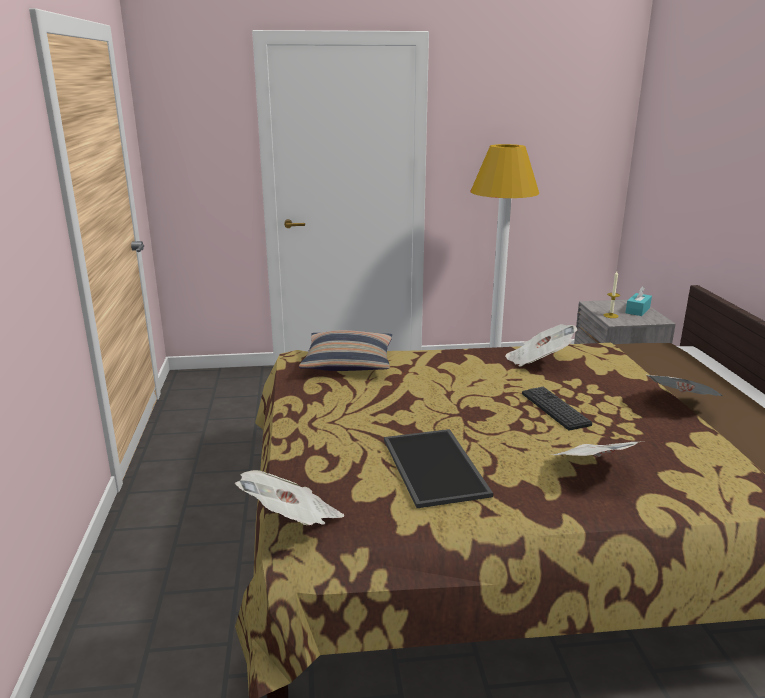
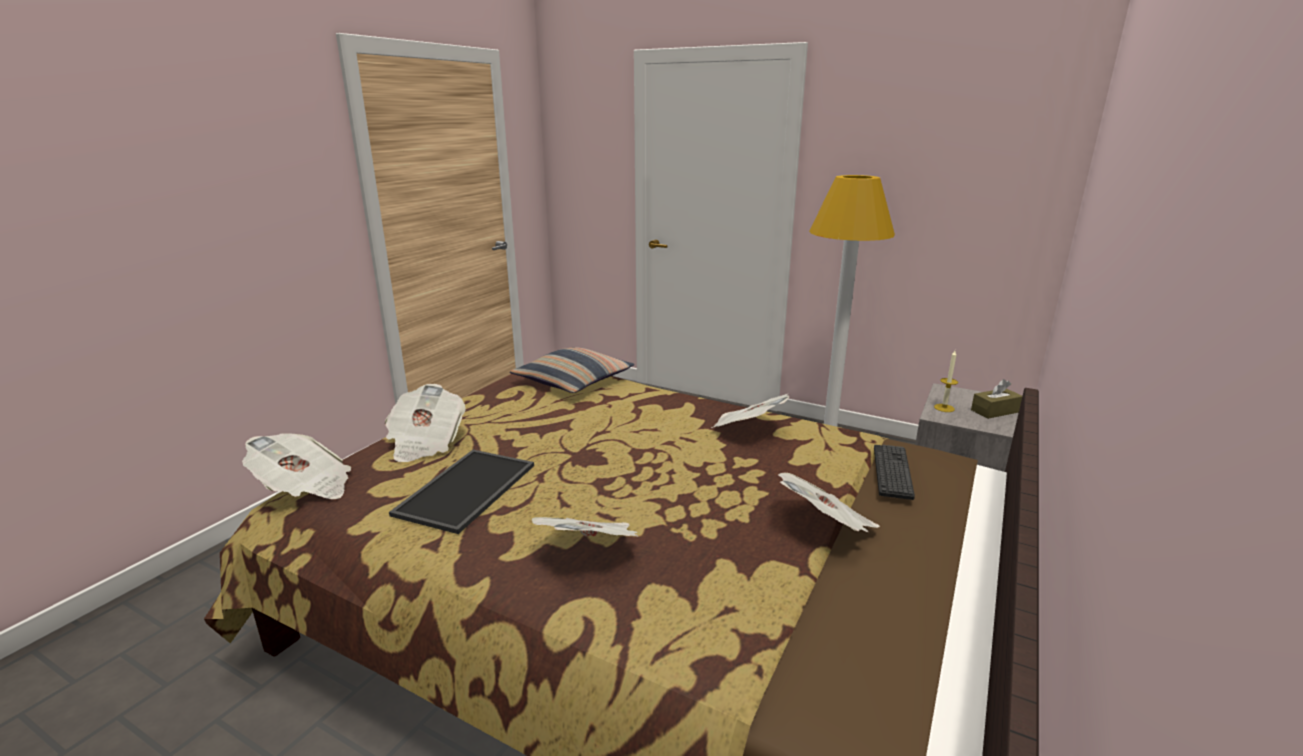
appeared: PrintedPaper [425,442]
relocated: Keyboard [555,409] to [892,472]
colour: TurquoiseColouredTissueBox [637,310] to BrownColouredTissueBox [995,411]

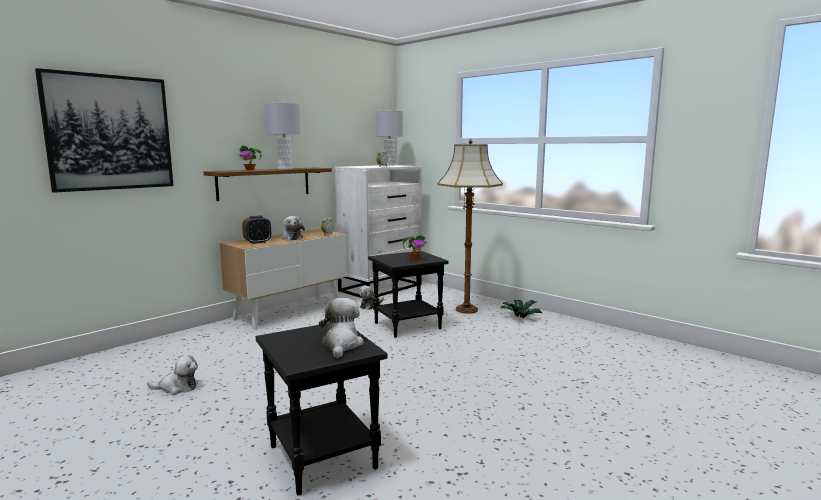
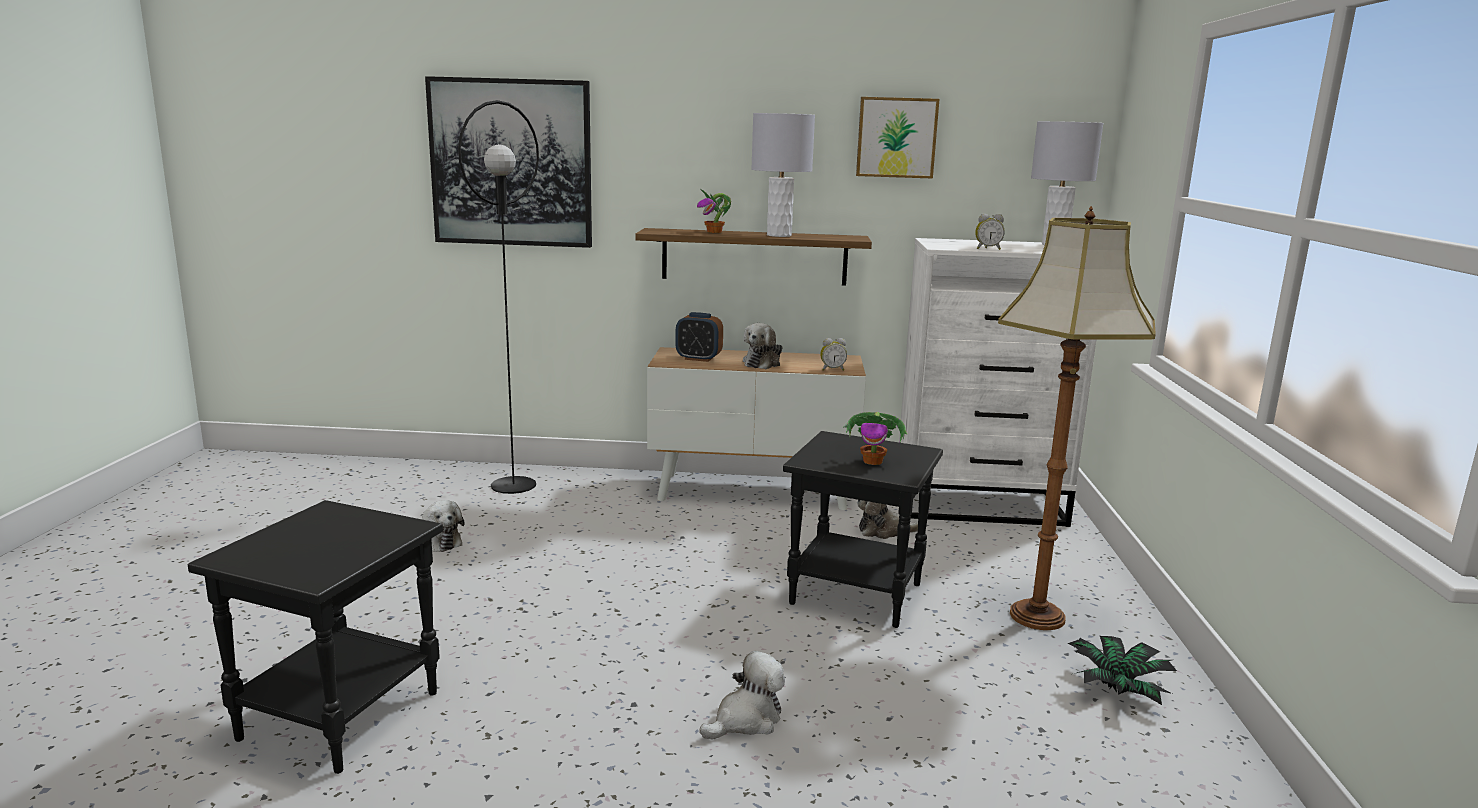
appeared: WallPicture [896,137]; BlackFloorLamp [513,485]
relocated: SoftToy [341,345] to [746,720]

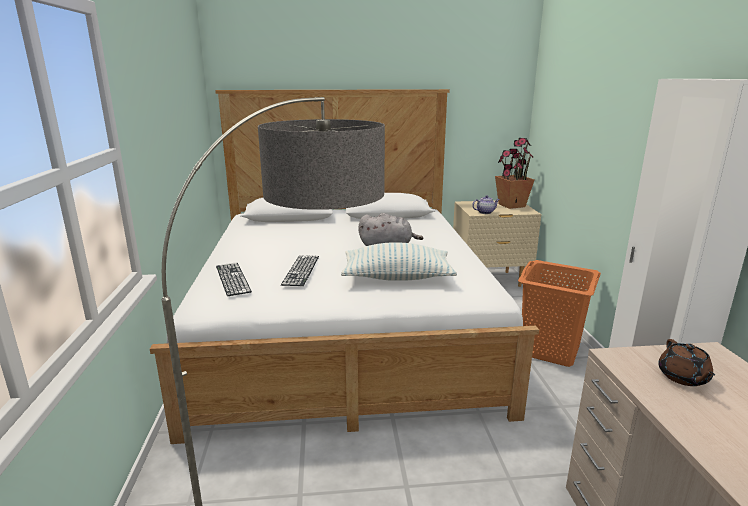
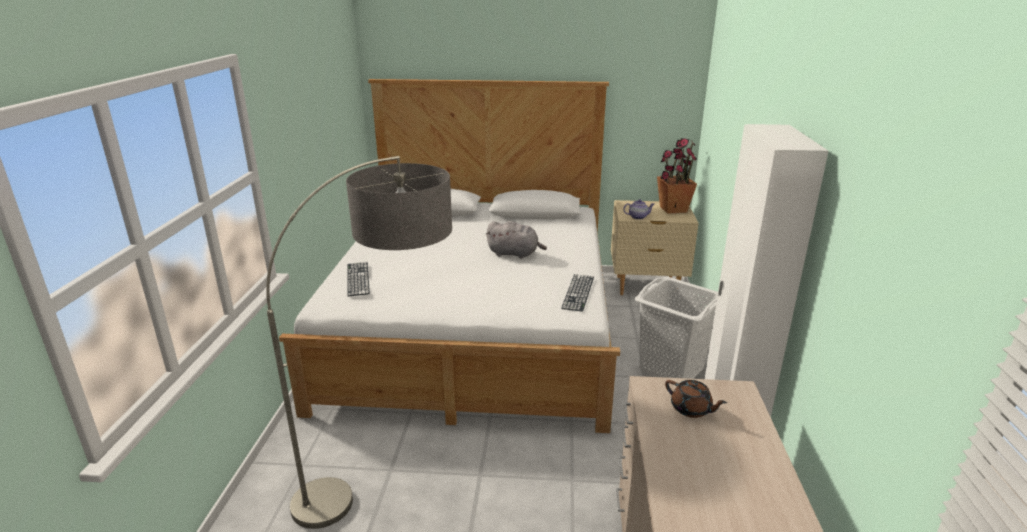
missing: Cushion [397,277]
relocated: Keyboard [301,270] to [578,292]
colour: OrangeyHamper [550,350] to WhiteHamper [671,369]
spun: BrownColouredPotForTea [683,377] = [691,409] 60 degrees counterclockwise

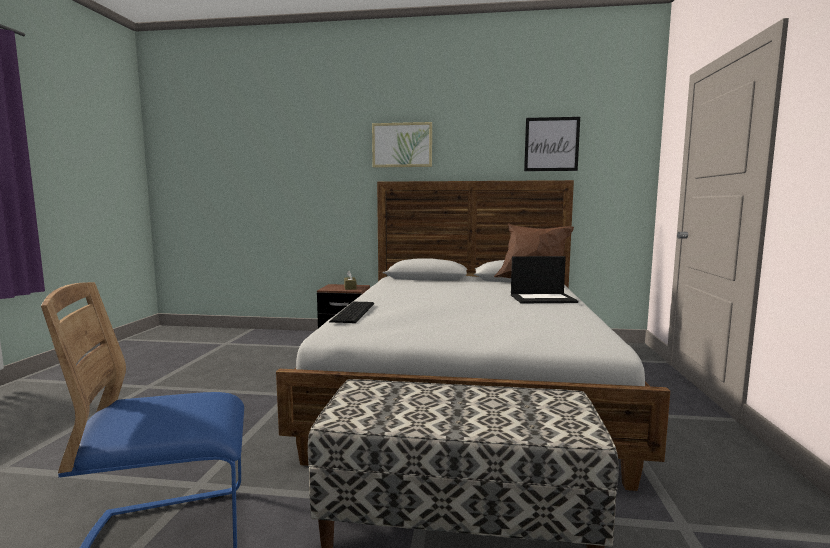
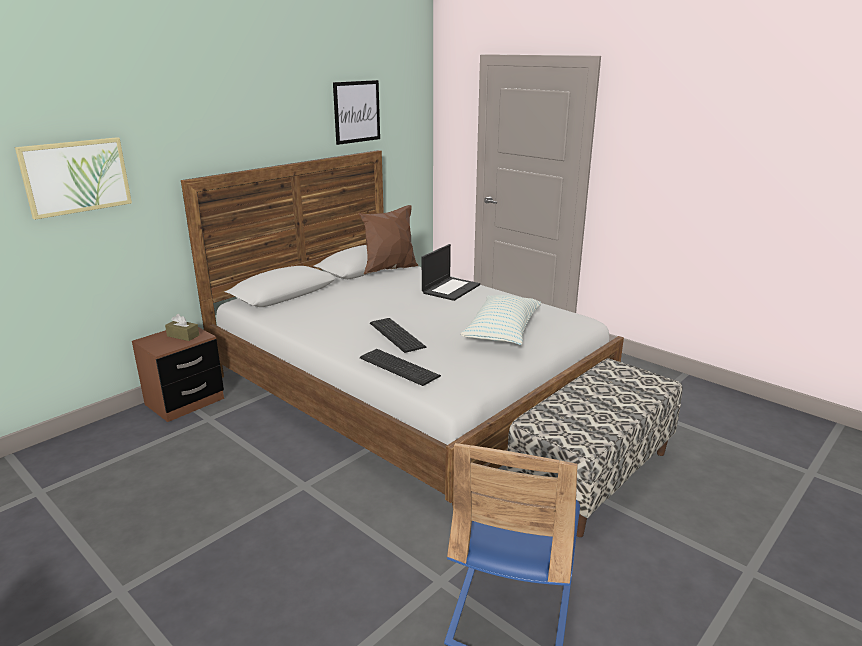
appeared: Cushion [502,332]; Keyboard [396,335]
relocated: WallPicture [402,145] to [76,176]

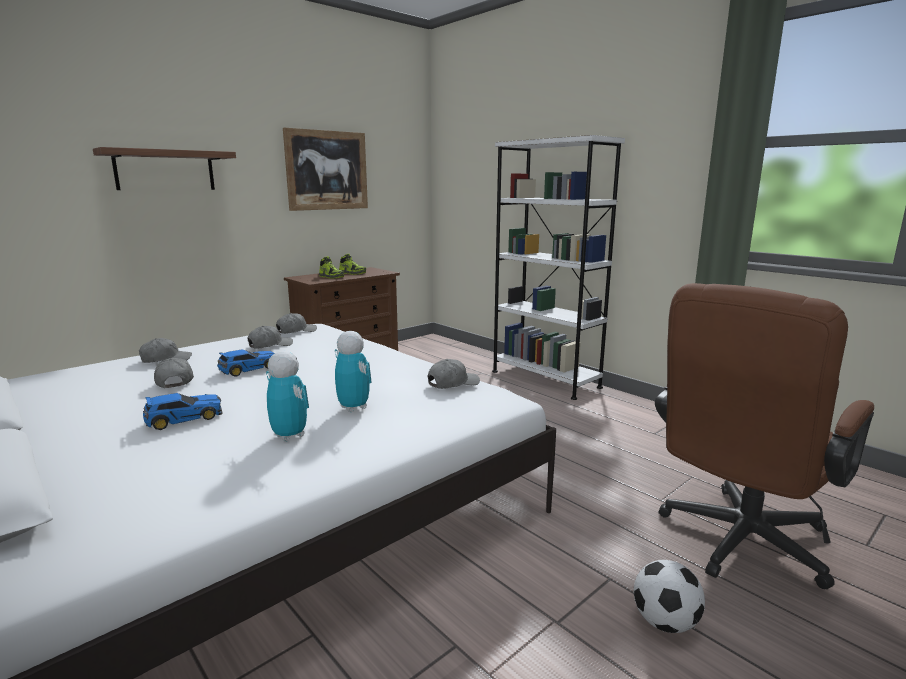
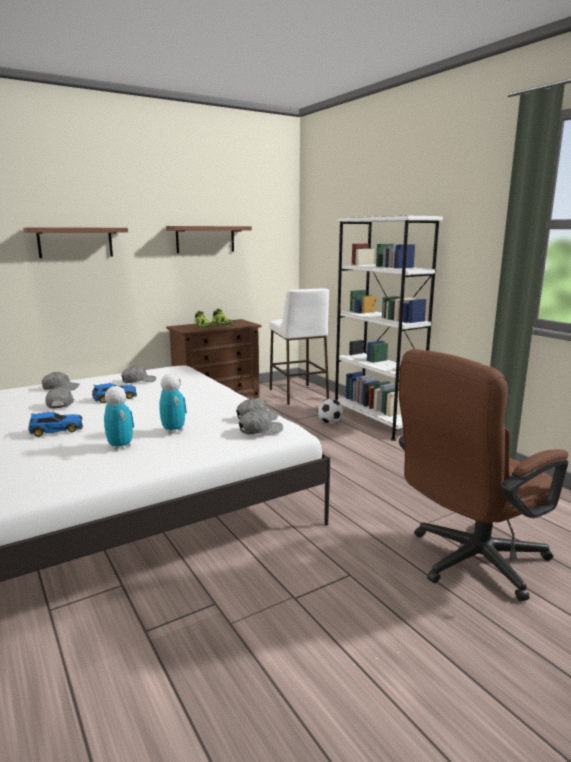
appeared: WhiteStool [298,394]
relocated: GrayCap [296,331] to [260,430]; Football [665,622] to [330,423]
exchanged: WallPicture [327,170] to Shelf [205,239]

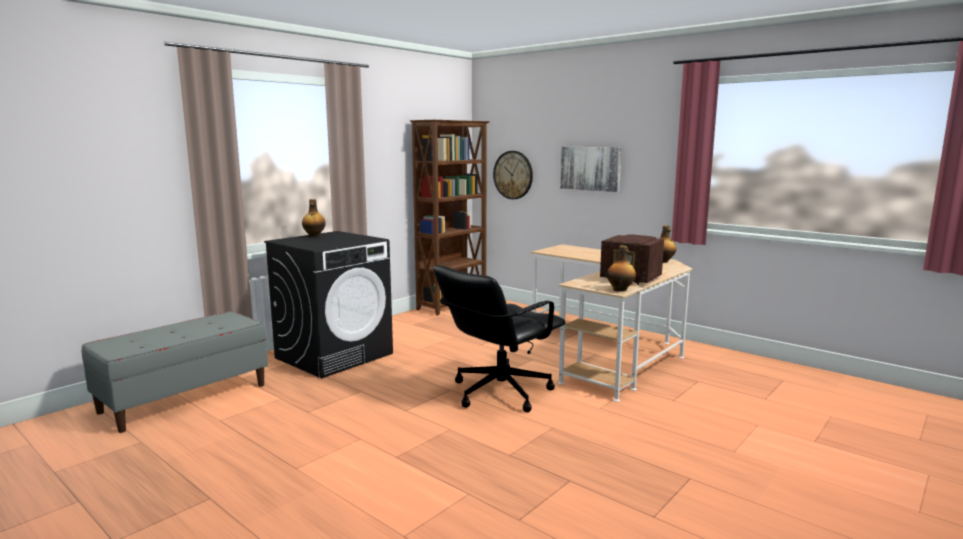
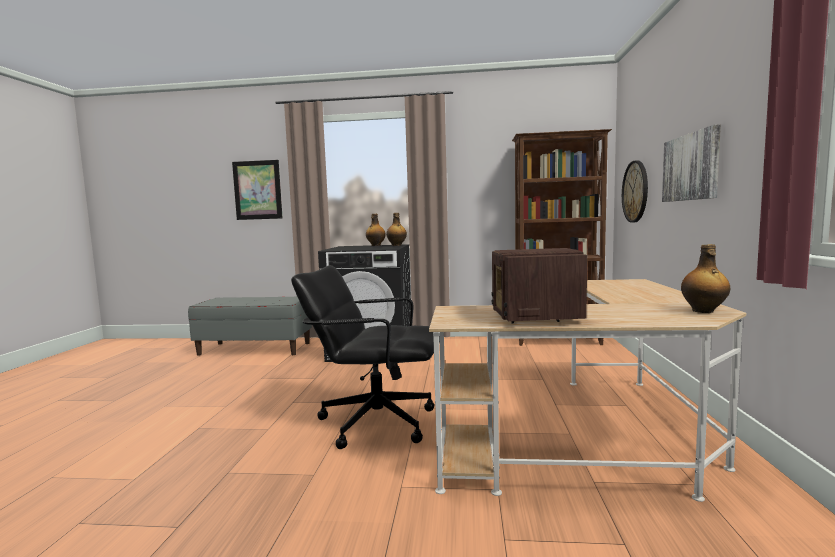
appeared: WallPicture [257,190]
relocated: Bottle [620,290] to [396,245]

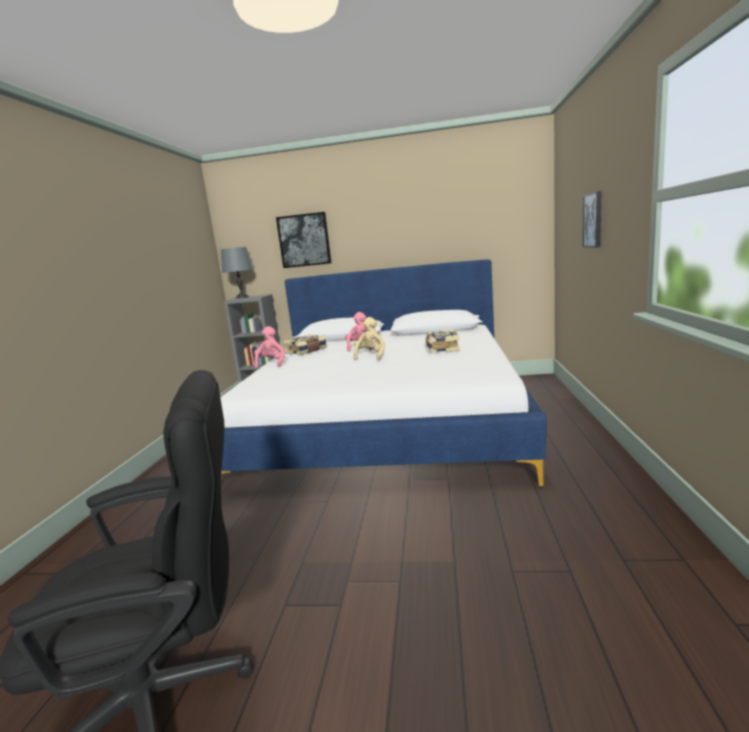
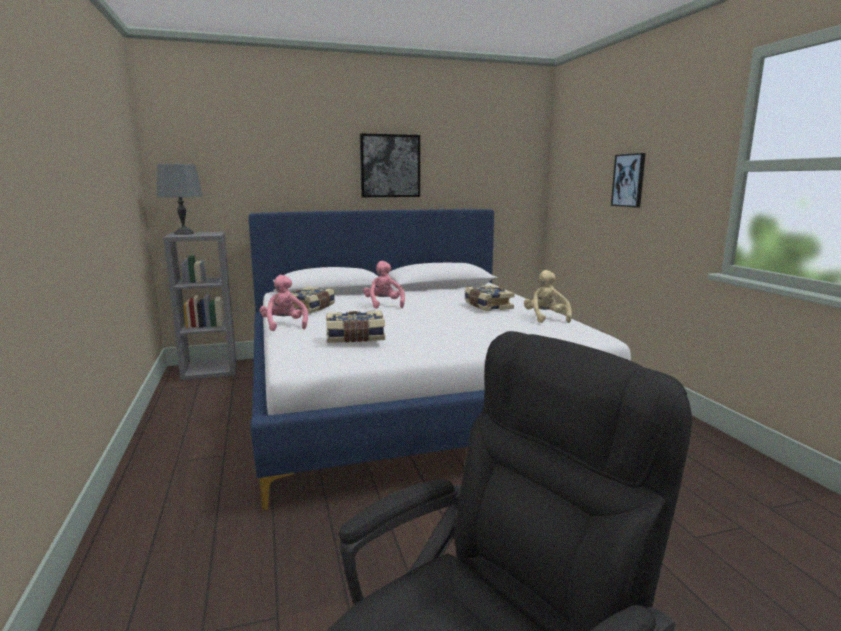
appeared: Book [355,338]
relocated: WallPicture [304,240] to [390,166]; SandColouredSoftToy [370,356] to [545,318]

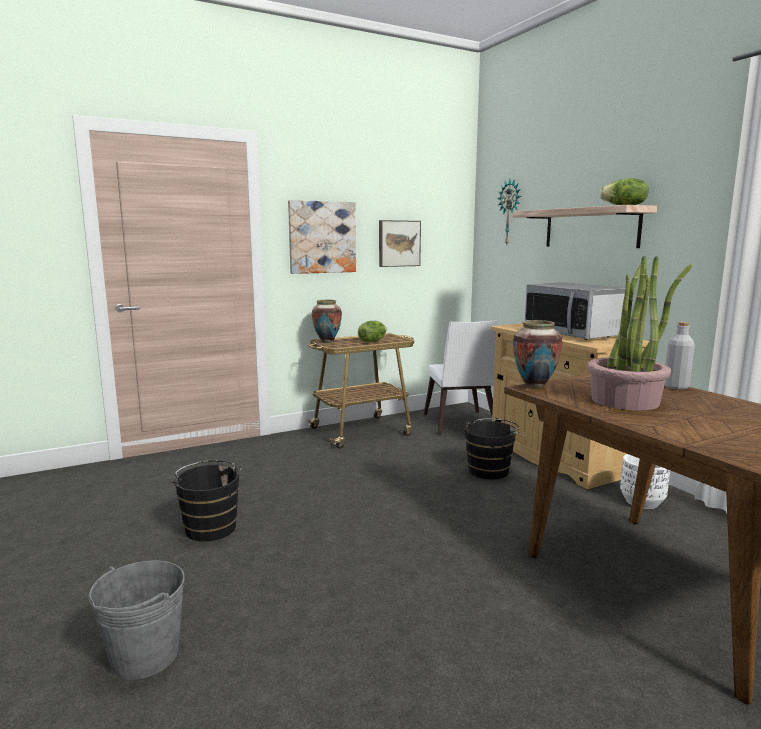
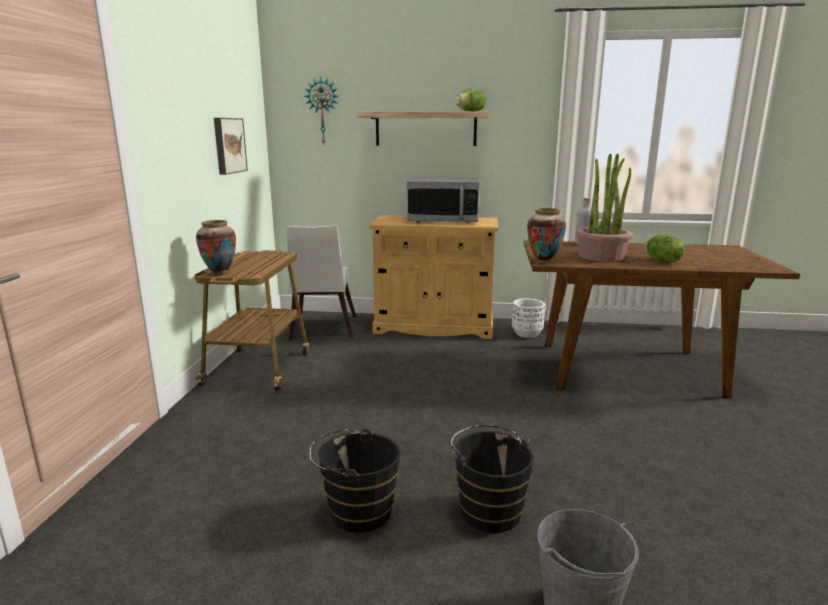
missing: WallPicture [322,237]
relocated: Lettuce [372,341] to [661,261]; BlackBucket [490,470] to [488,508]
spun: WhiteUprightChair [460,425] = [322,329] 60 degrees clockwise

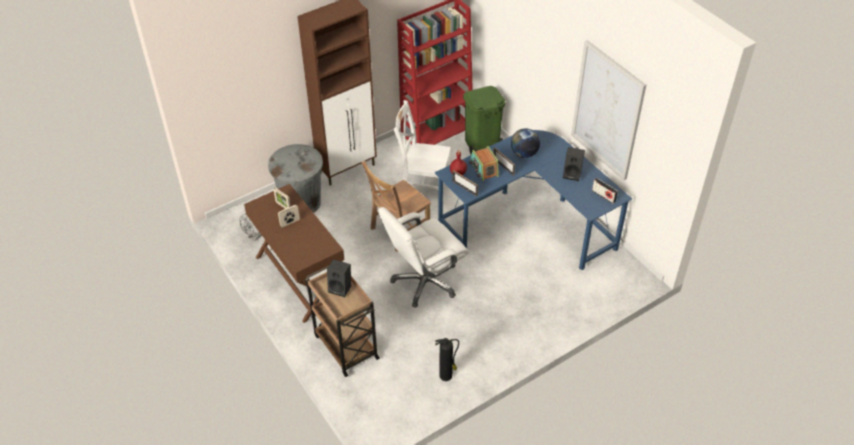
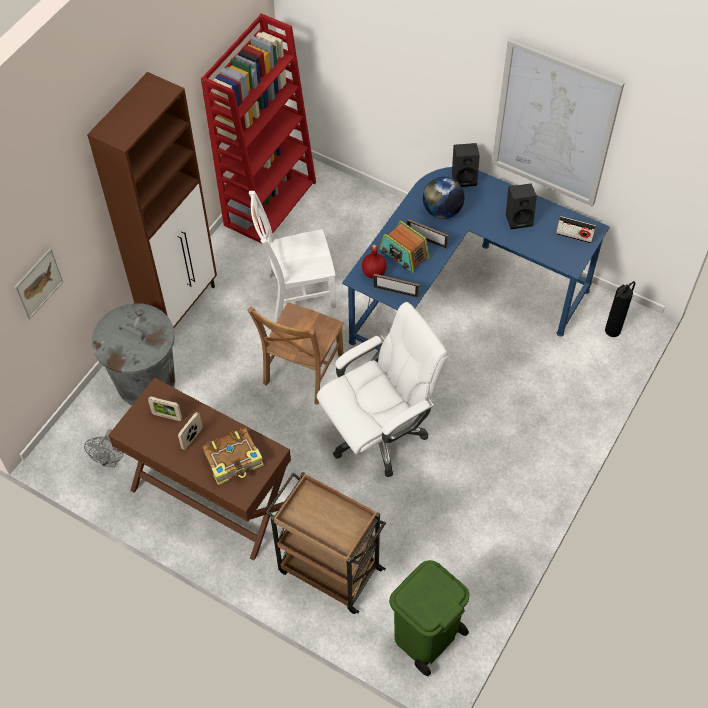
appeared: WallPicture [38,283]; Book [234,460]
relocated: GreenishTrashCan [481,144] to [425,637]; BlackSpeaker [341,288] to [464,177]; FireExtinguisher [446,375] to [613,330]
spun: WhiteOfficeChair [425,282] = [378,433] 150 degrees counterclockwise

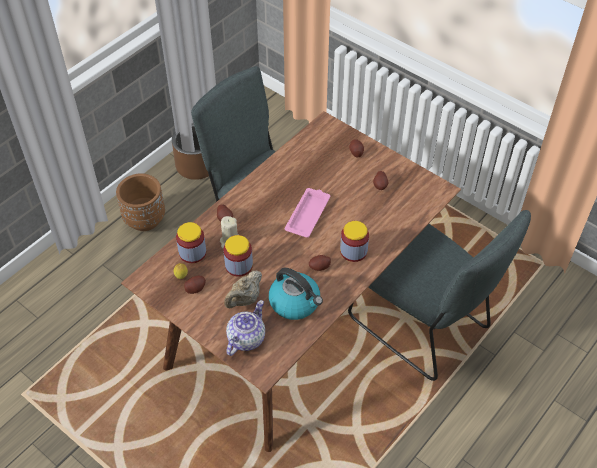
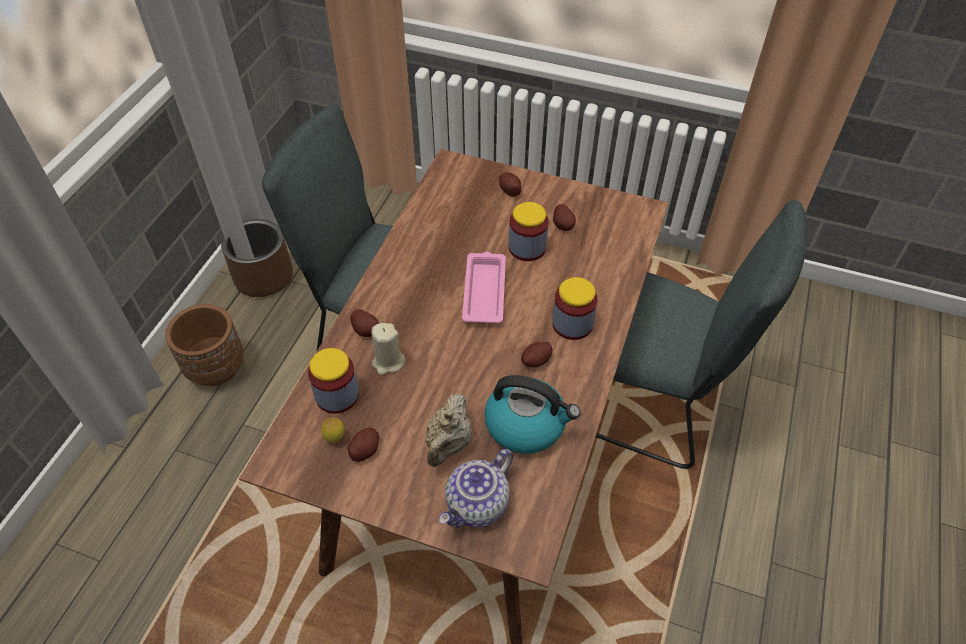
relocated: Jar [239,265] to [527,248]
spun: PotForTea [246,338] = [477,505] 150 degrees counterclockwise

